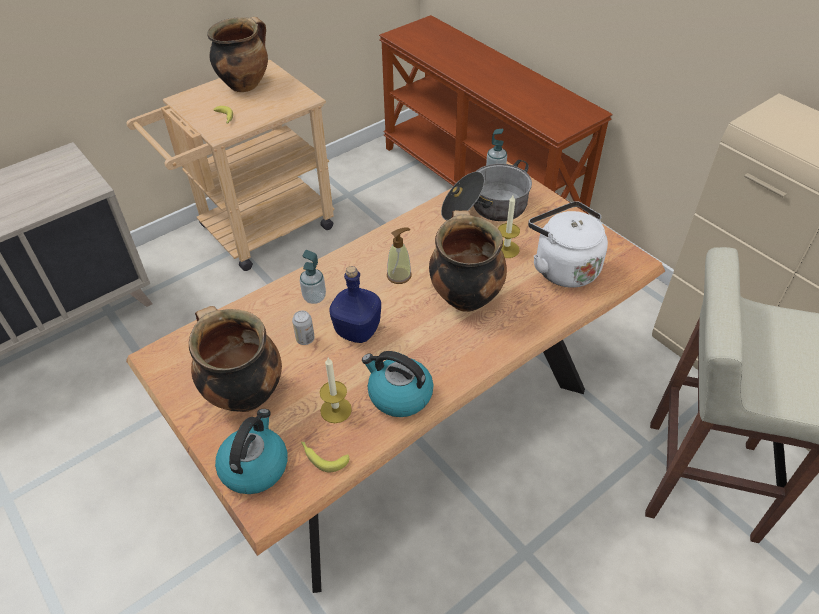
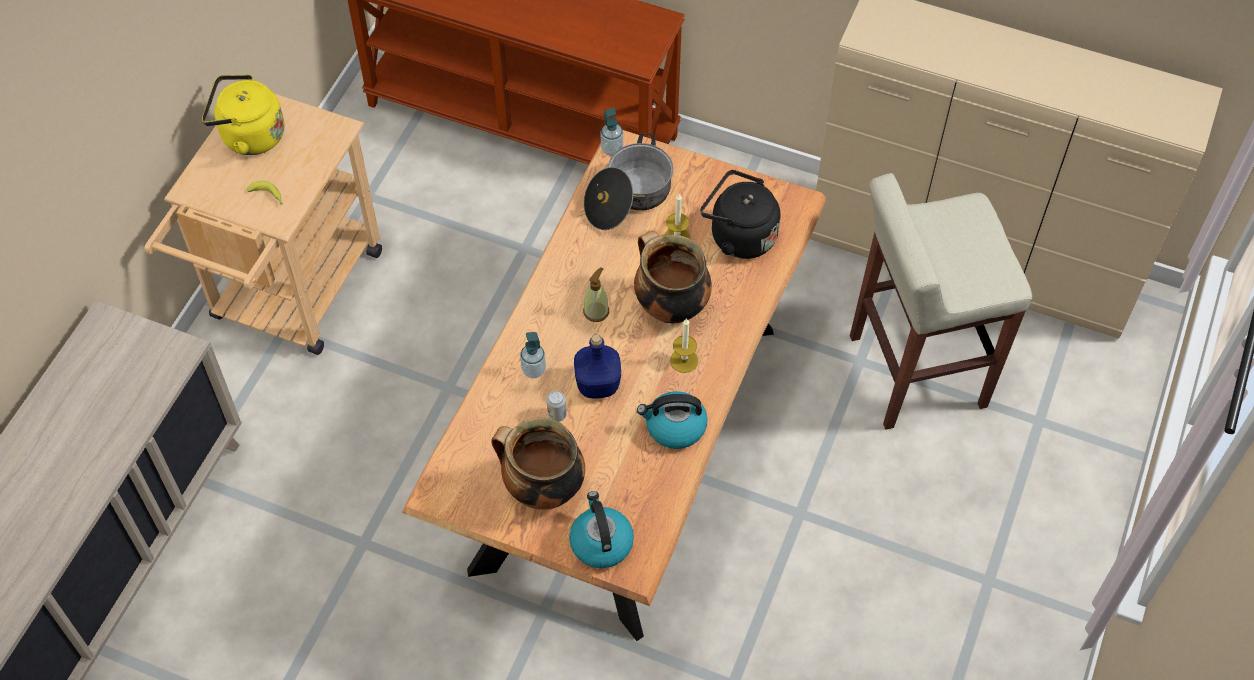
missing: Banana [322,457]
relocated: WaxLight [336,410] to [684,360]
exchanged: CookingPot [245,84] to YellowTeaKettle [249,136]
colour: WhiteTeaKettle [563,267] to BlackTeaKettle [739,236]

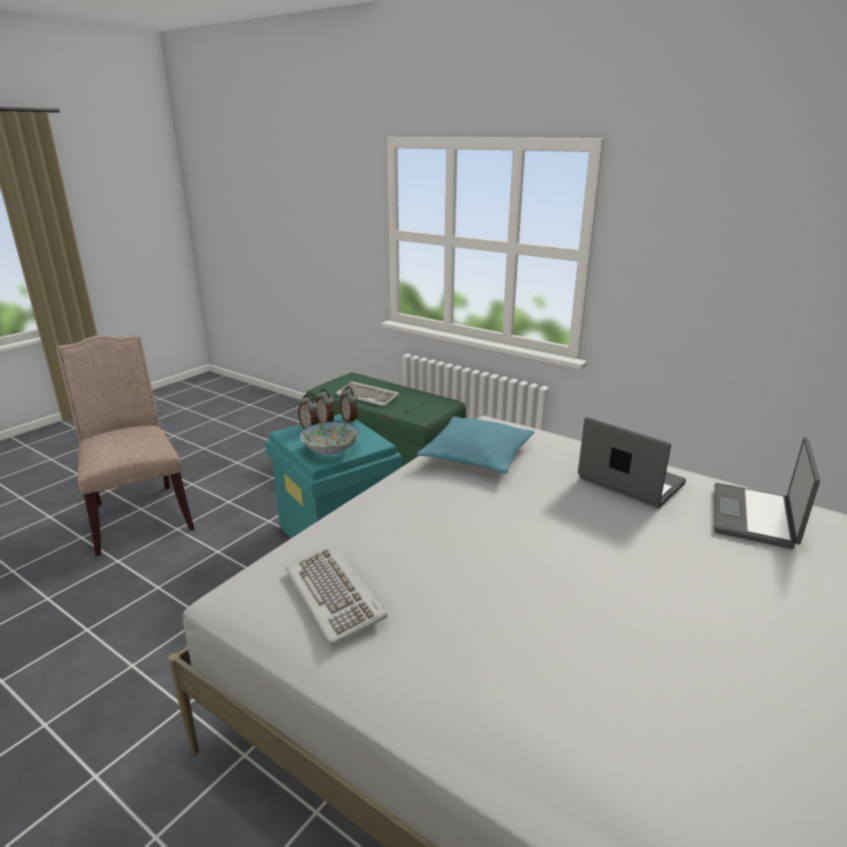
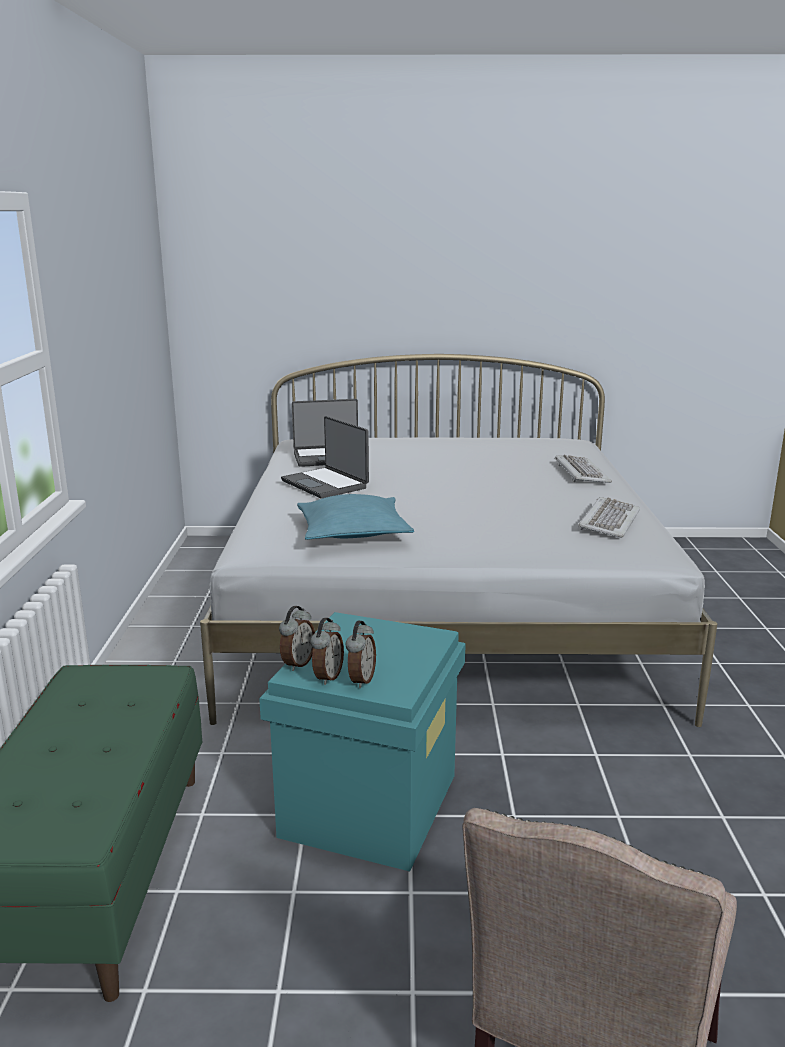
missing: ServingBowl [330,450]
relocated: Keyboard [367,396] to [580,472]
spun: Laptop [629,482] = [326,484] 45 degrees counterclockwise

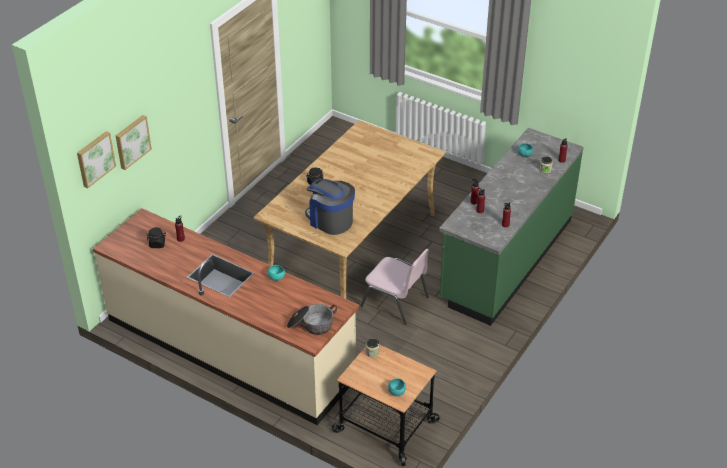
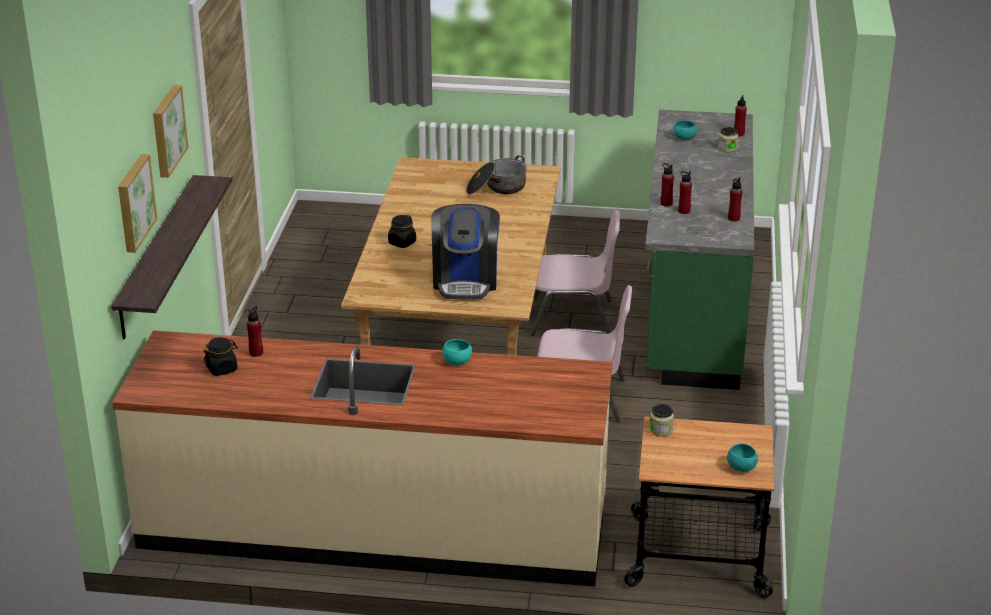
appeared: Shelf [157,256]; PinkishUprightChair [573,317]
relocated: WallPicture [95,158] to [167,130]; CookingPot [311,325] to [497,188]
spun: CoffeeMachine [330,220] = [465,280] 105 degrees counterclockwise

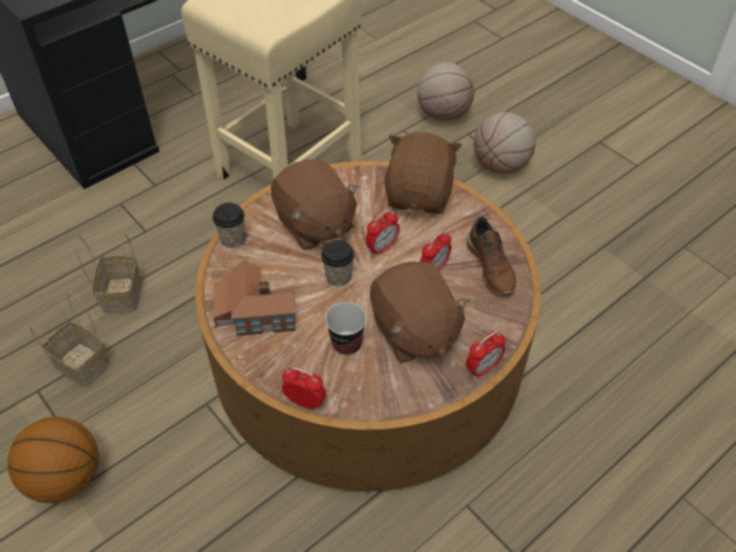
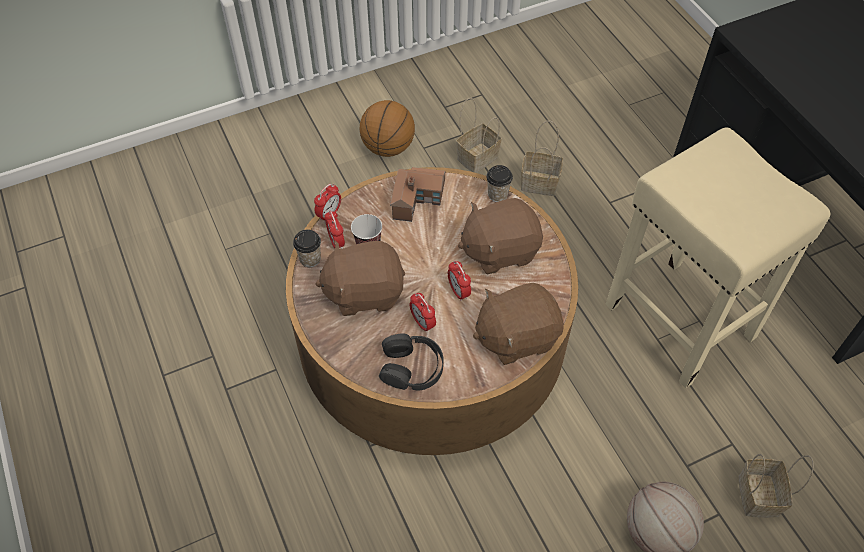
relocated: DrinkingCup [338,277] to [310,259]; AlarmClock [483,368] to [336,242]
exchanged: Basketball [443,114] to StorageBasket [759,497]; BrownColouredLowShoe [491,266] to BlackHeadphones [412,367]
spun: BrownColouredSoftToy [419,195] = [516,336] 135 degrees clockwise

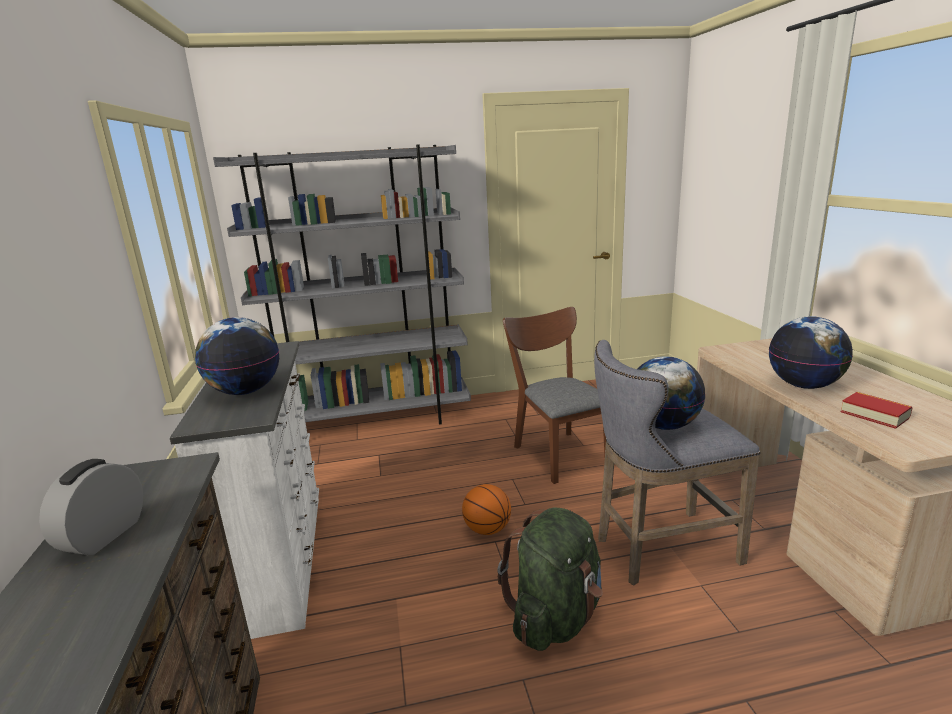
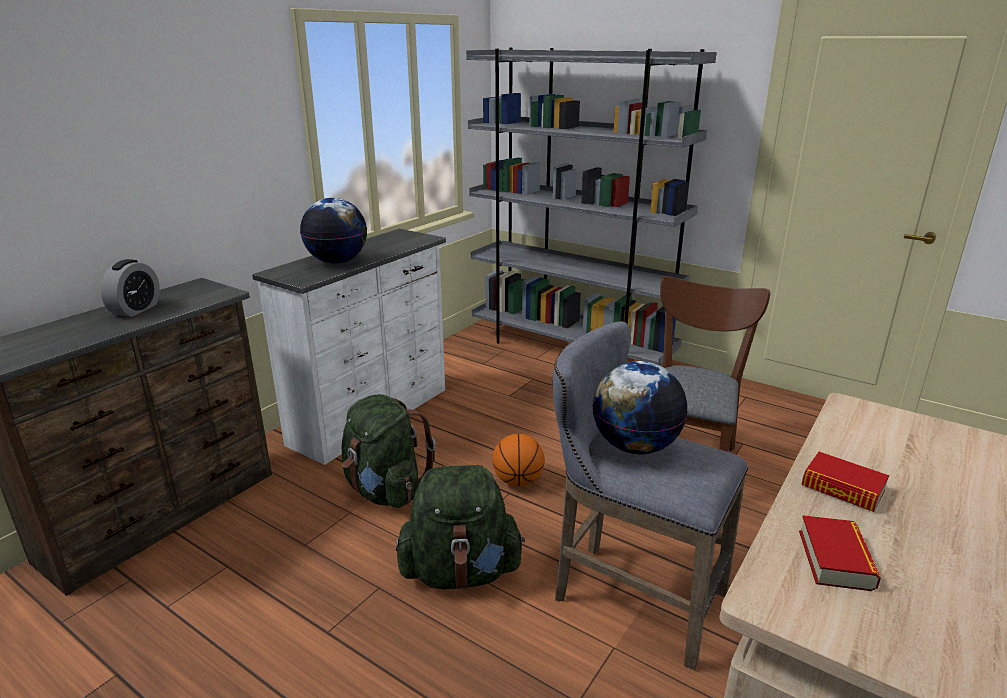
appeared: GreenishBackpack [385,490]
exchanged: WorldGlobe [804,385] to Book [842,488]
spun: AlarmClock [104,535] = [136,309] 135 degrees clockwise

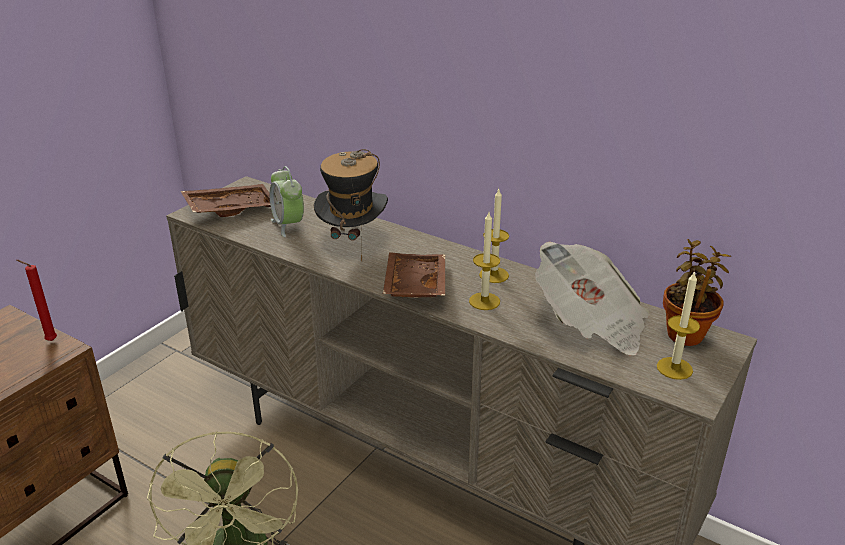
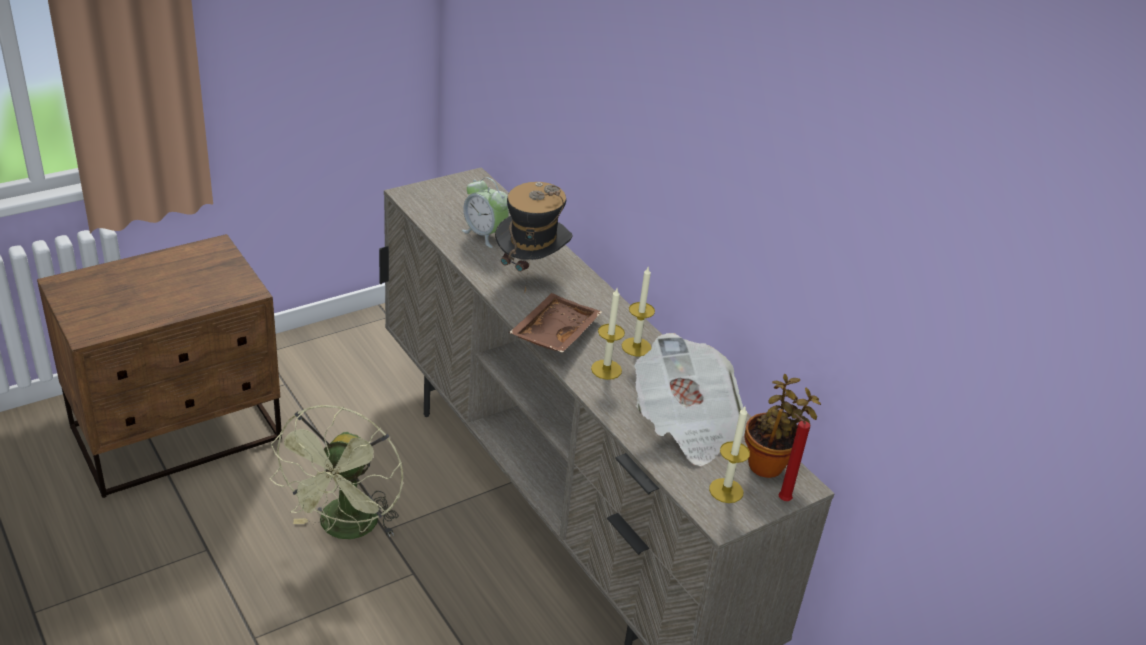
missing: BrownColouredCarryingTray [230,208]
relocated: RedWaxLight [49,341] to [781,500]
spun: AlarmClock [288,225] = [484,235] 45 degrees counterclockwise

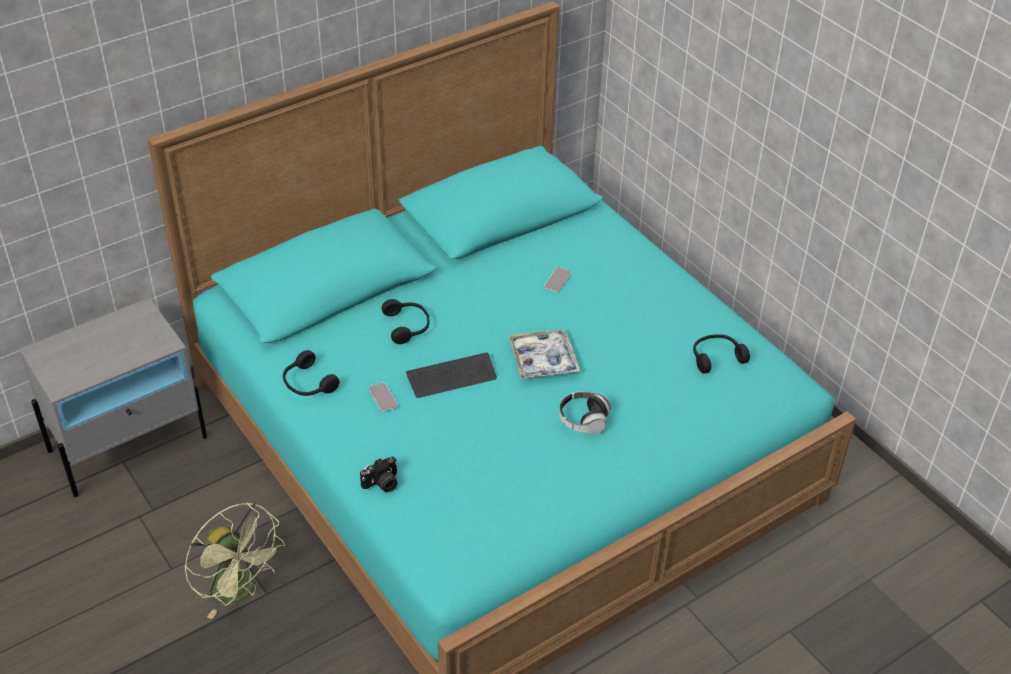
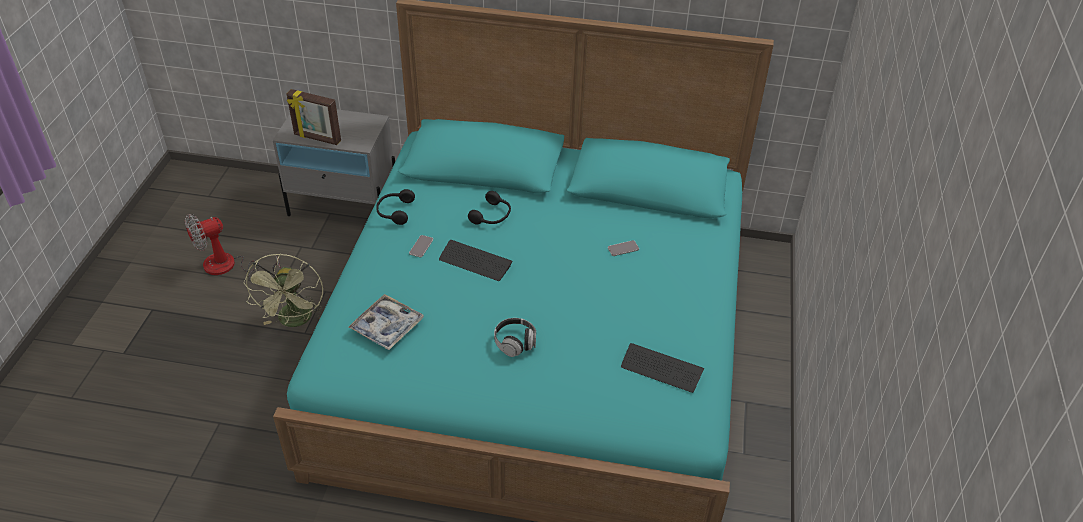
missing: PhotoCamera [382,484]
appeared: StandingFrame [317,138]; ElectricFan [229,267]
relocated: CarryingTray [543,360] to [387,327]
exchanged: BlackHeadphones [716,357] to Keyboard [661,369]

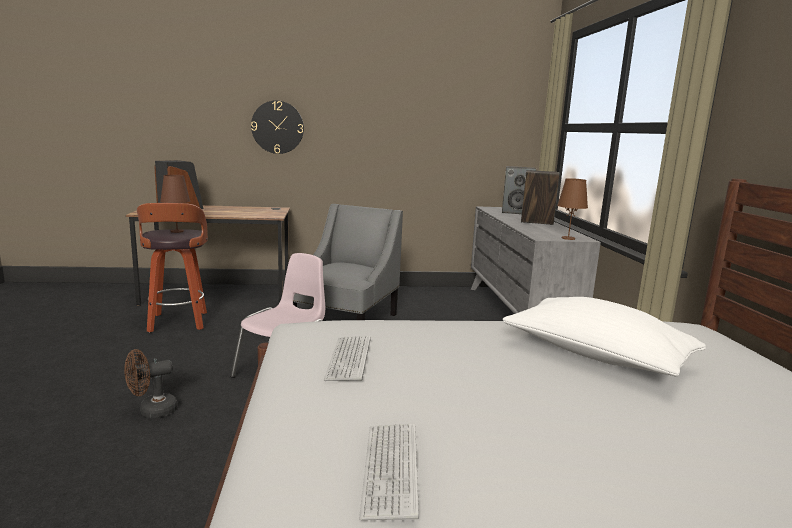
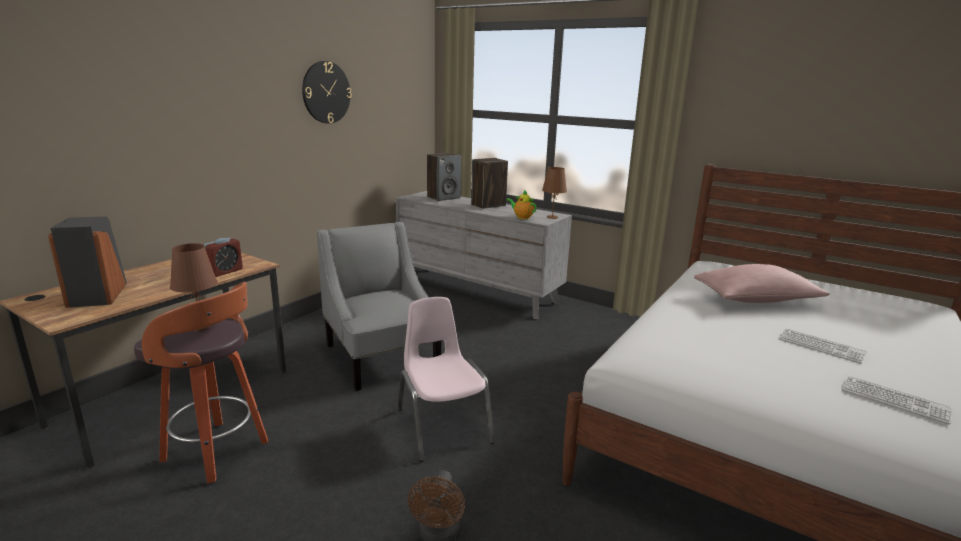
appeared: PotForTea [522,217]; AlarmClock [225,272]
relocated: ClockOnTheWall [277,127] to [326,92]; Keyboard [349,359] to [820,346]
colour: WhiteCushion [595,356] to PinkishCushion [756,300]

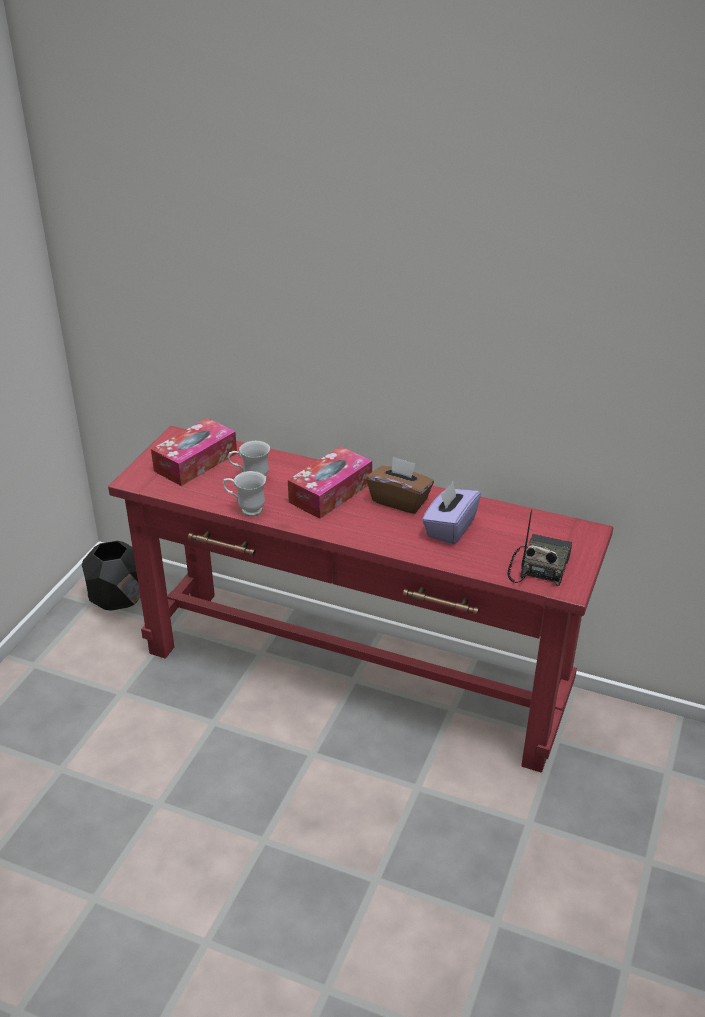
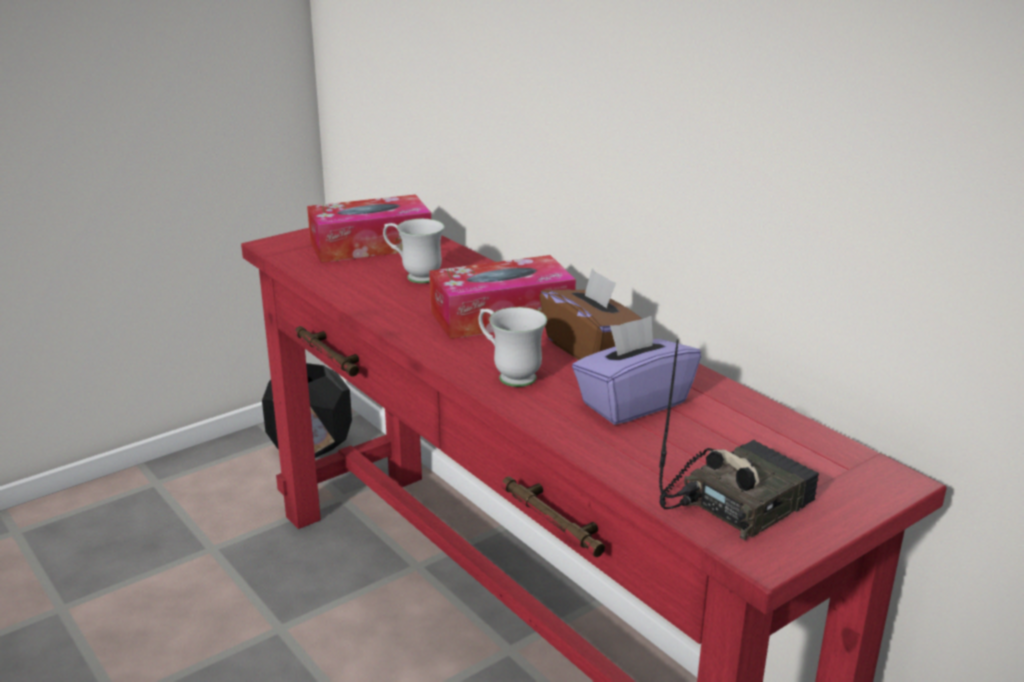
relocated: WhiteMug [246,509] to [509,375]

